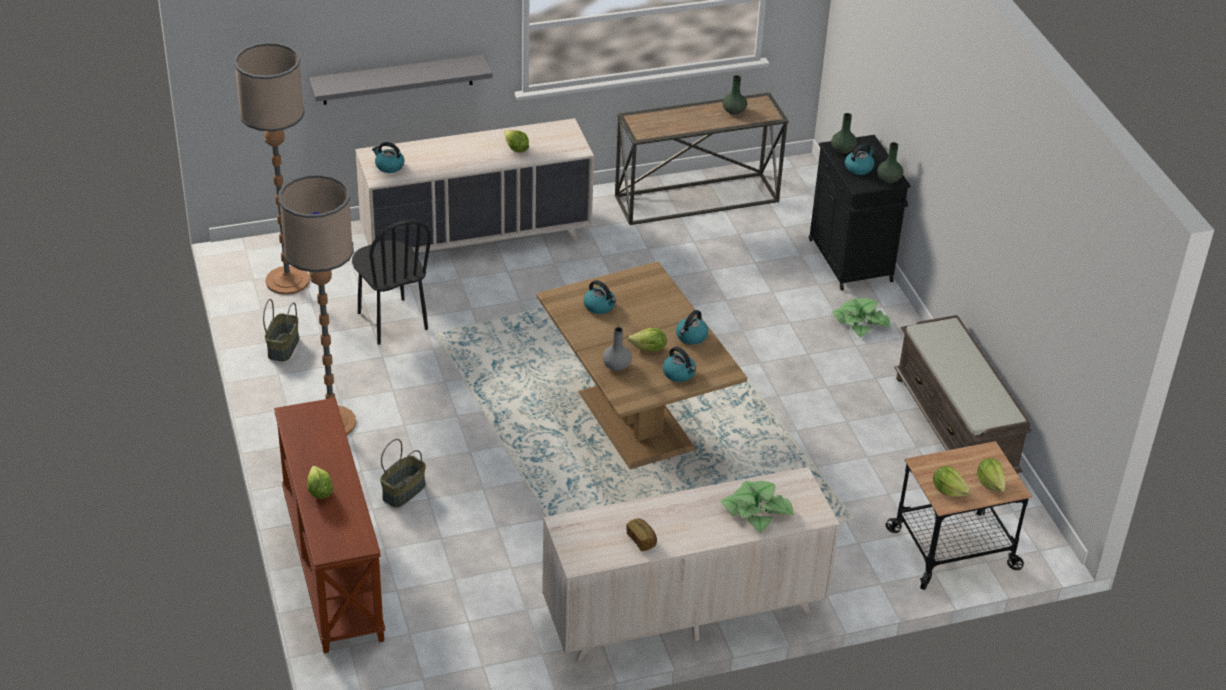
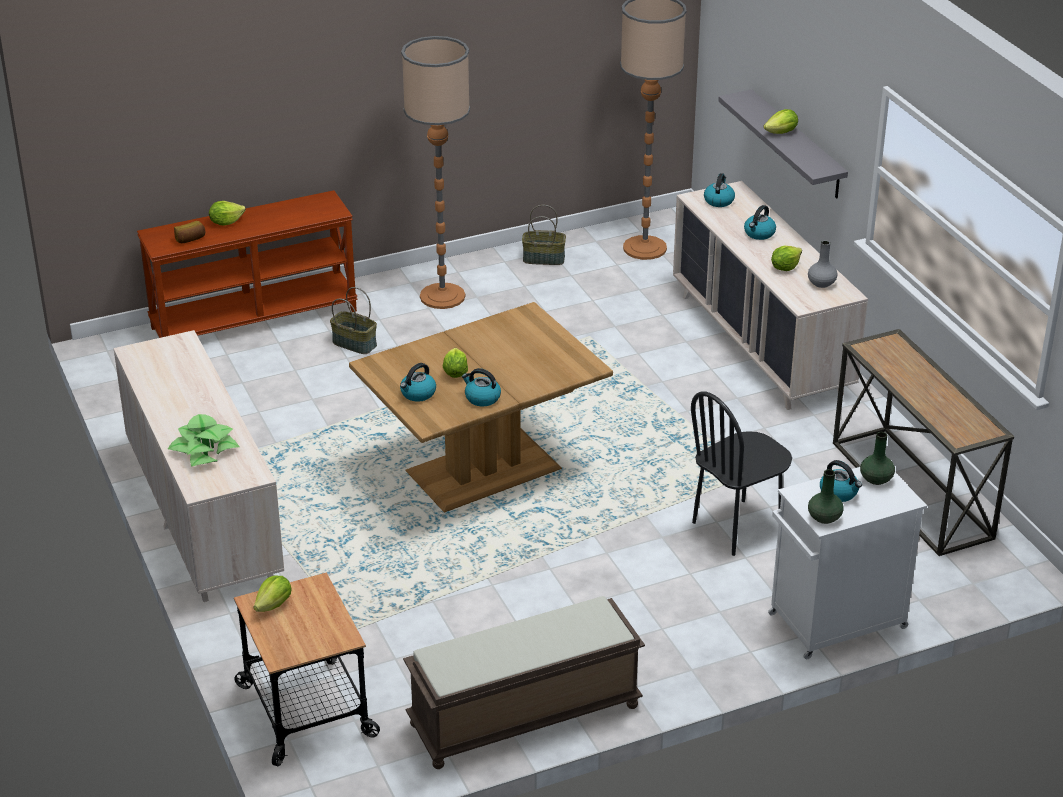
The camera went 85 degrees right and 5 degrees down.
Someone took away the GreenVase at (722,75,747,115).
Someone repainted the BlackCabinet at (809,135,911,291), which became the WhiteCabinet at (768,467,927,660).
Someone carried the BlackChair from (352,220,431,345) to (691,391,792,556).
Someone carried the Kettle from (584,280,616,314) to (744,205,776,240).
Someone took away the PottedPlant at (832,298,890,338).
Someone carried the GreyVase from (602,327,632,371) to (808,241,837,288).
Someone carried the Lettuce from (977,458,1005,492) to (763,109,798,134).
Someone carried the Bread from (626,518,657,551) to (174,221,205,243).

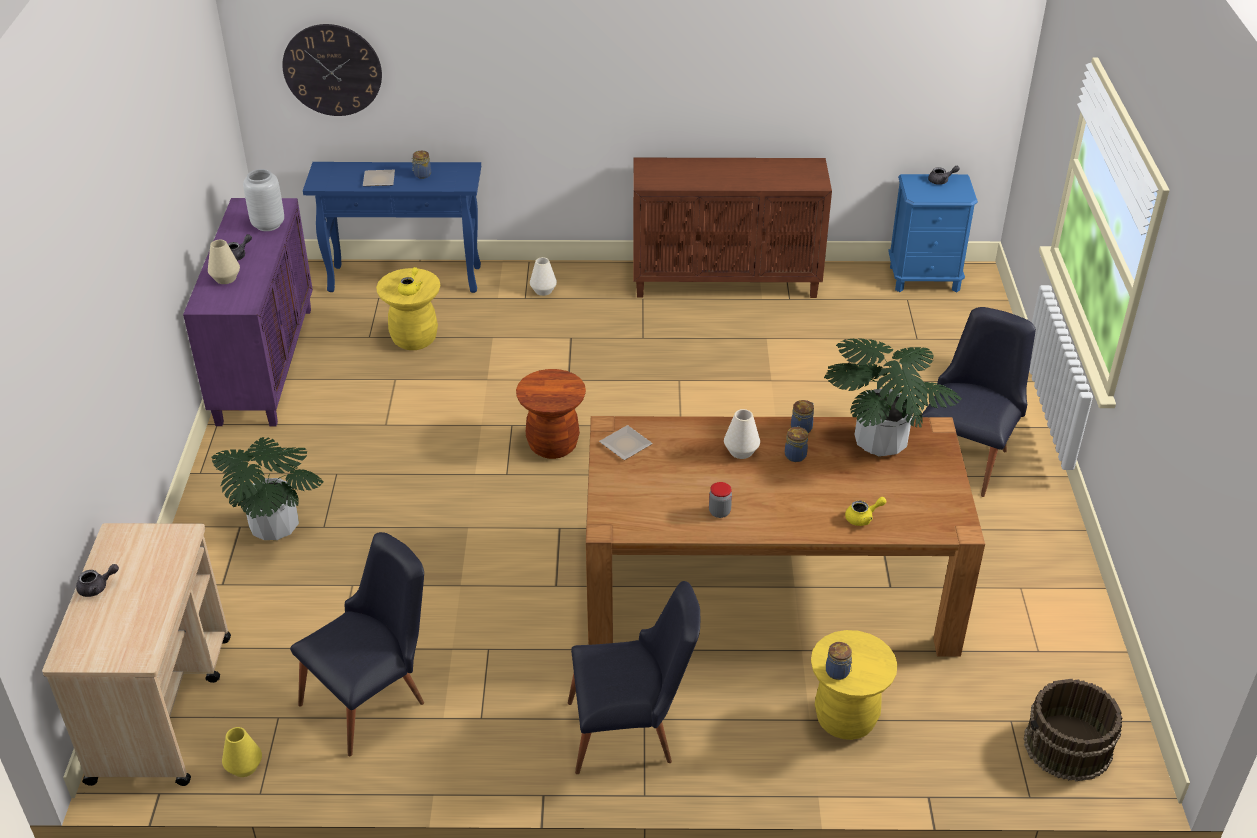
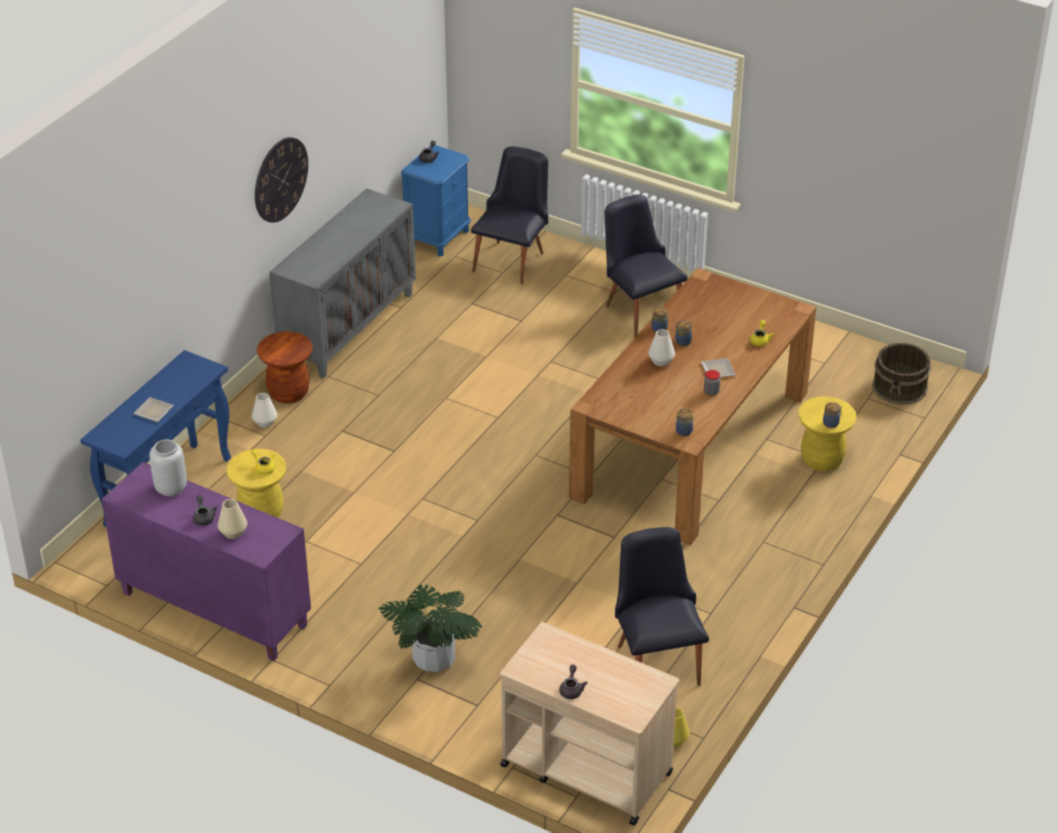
The camera went 60 degrees left and 0 degrees up.
Someone carried the WallClock from (282,24,382,116) to (255,137,308,223).
Someone carried the Jar from (412,151,431,179) to (676,409,693,436).
Someone repainted the BrownCabinet at (633,158,832,298), which became the GreyCabinet at (269,188,416,379).
Someone took away the PottedPlant at (824,339,962,457).
Someone carried the BrownStool from (516,369,586,459) to (257,331,313,404).
Someone carried the Plate from (599,425,653,460) to (701,358,736,377).
Someone carried the BlackChair from (568,581,700,774) to (471,146,548,284).

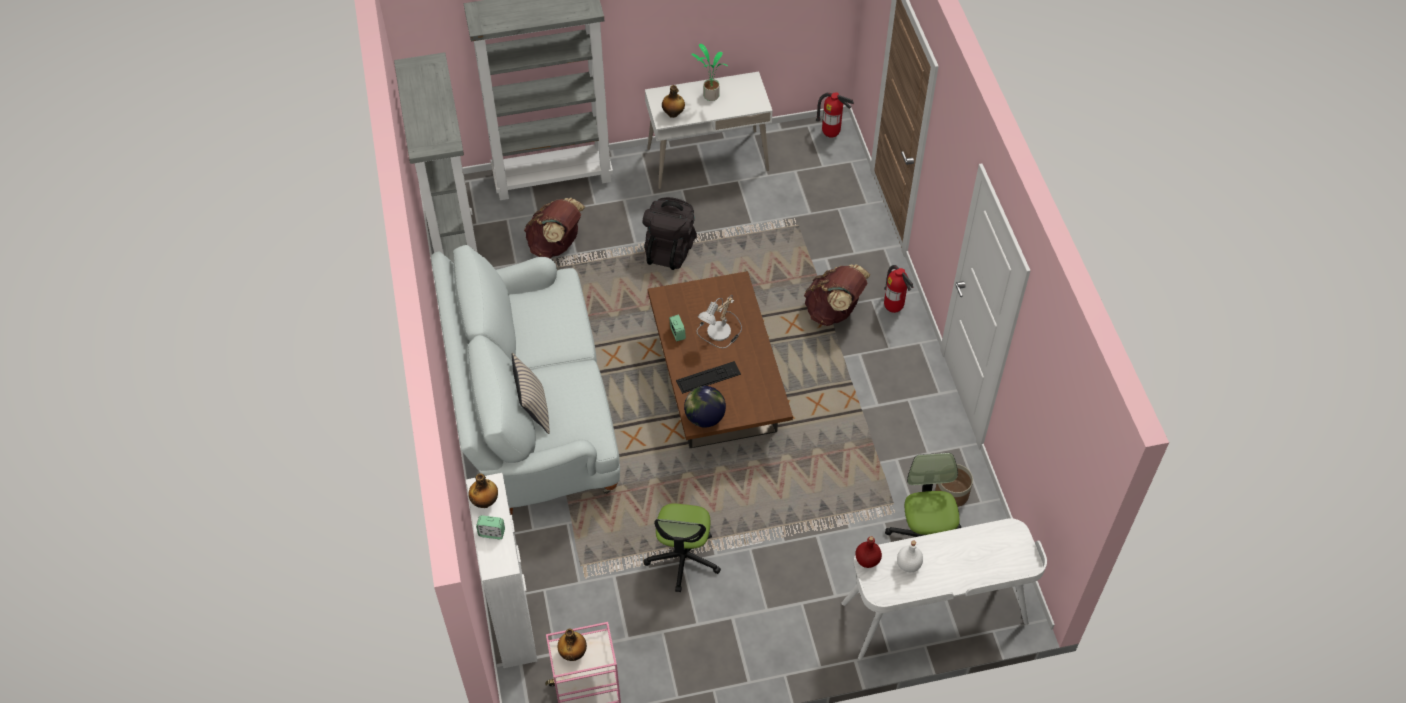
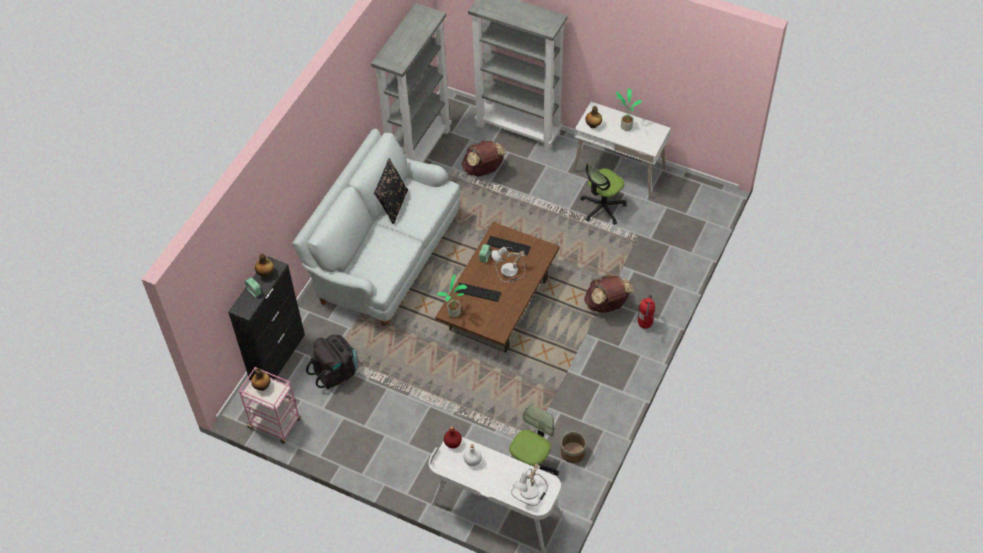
The camera went 40 degrees right and 0 degrees up.
Someone took away the FireExtinguisher at (816,92,854,138).
Someone carried the BlackBackpack from (643,197,697,270) to (306,334,358,389).
Someone took away the BeigePillow at (512,353,550,434).
Someone swapped the Globe at (684,386,726,428) for the PottedPlant at (437,274,467,317).
Someone repainted the WhiteCabinet at (466,473,537,668), which became the BlackCabinet at (228,257,305,381).
Someone carried the OfficeChair from (643,503,721,592) to (580,162,627,225).
Someone put down the BlackPillow at (374,158,408,224).
Someone put down the Keyboard at (487,236,531,256).
Someone put down the TableLamp at (511,462,548,506).

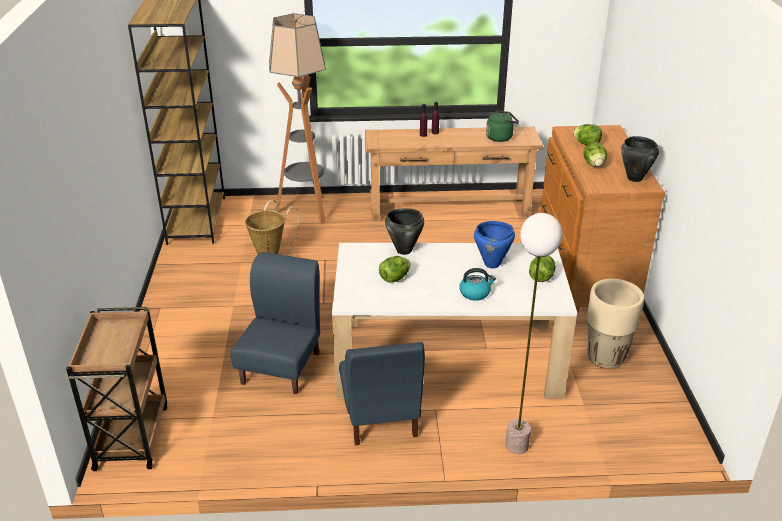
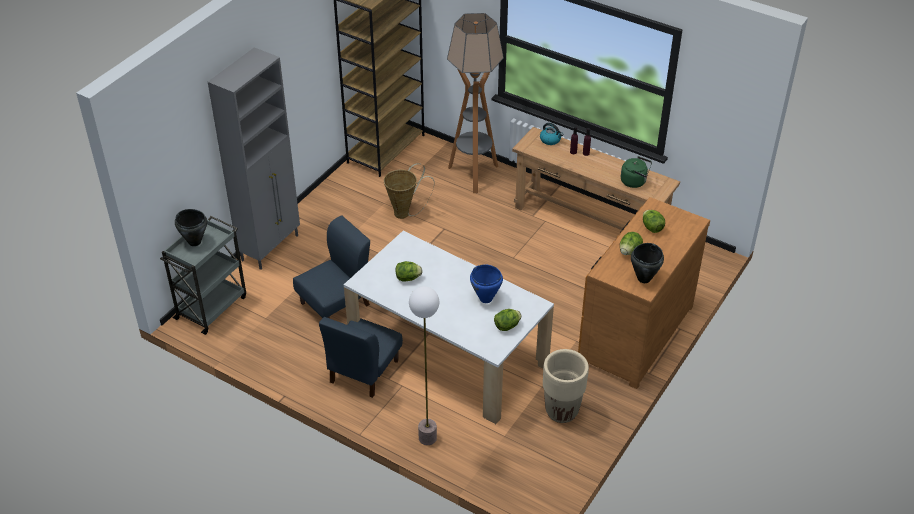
The camera went 35 degrees right and 10 degrees up.
Someone carried the BlackCookingPot from (385,208,424,255) to (175,209,207,246).
Someone carried the Kettle from (460,268,496,301) to (540,123,564,145).
Someone repainted the BrownCart at (66,307,167,471), which became the GreyCart at (160,216,246,335).
Someone put down the GreyCabinet at (208,47,300,270).

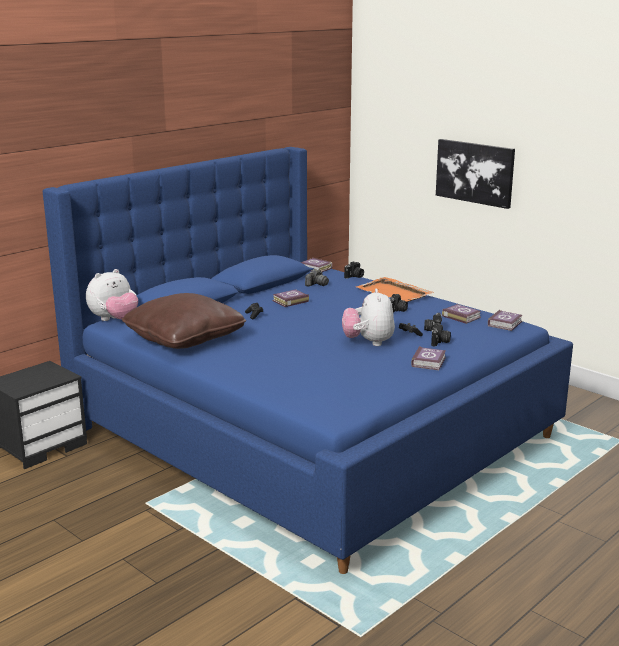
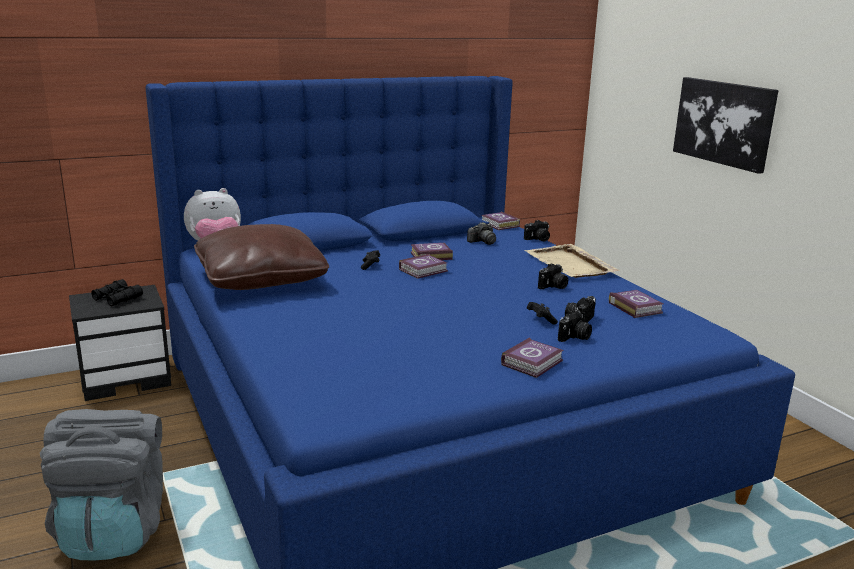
The camera went 20 degrees right and 0 degrees up.
Someone repainted the OrangeTray at (356,277,433,302), which became the BeigeTray at (525,244,620,278).
Someone took away the PlushToy at (342,288,395,346).
Someone carried the Book from (488,310,522,331) to (399,254,448,279).
Someone put down the BlackBinoculars at (91,279,143,306).
Someone put down the GreyBackpack at (40,409,163,560).

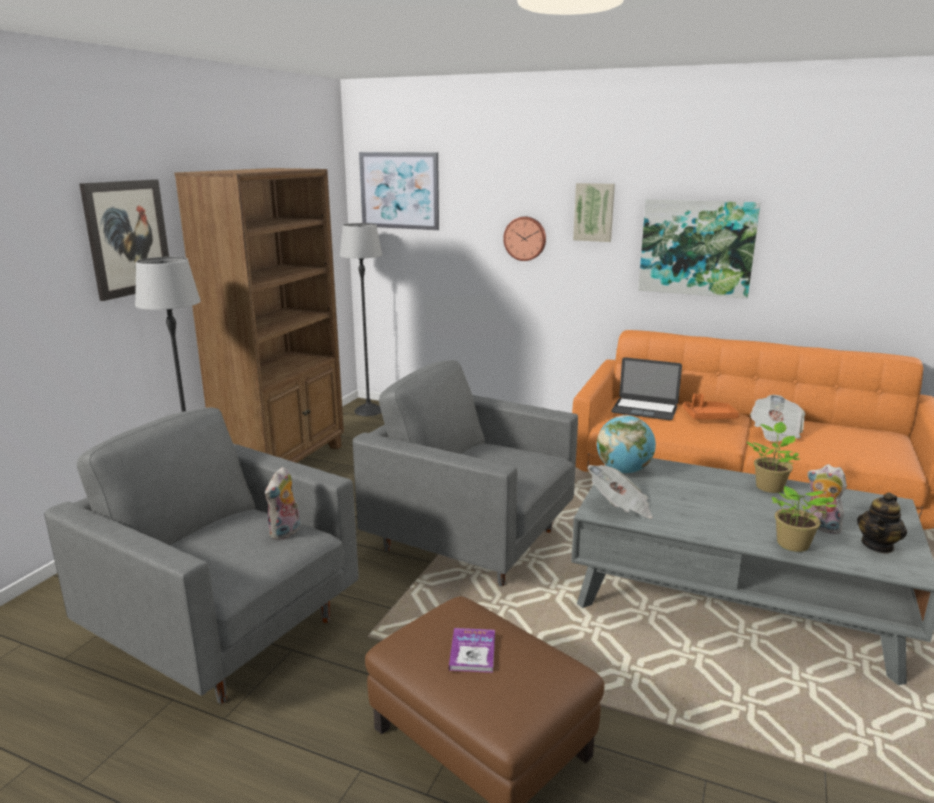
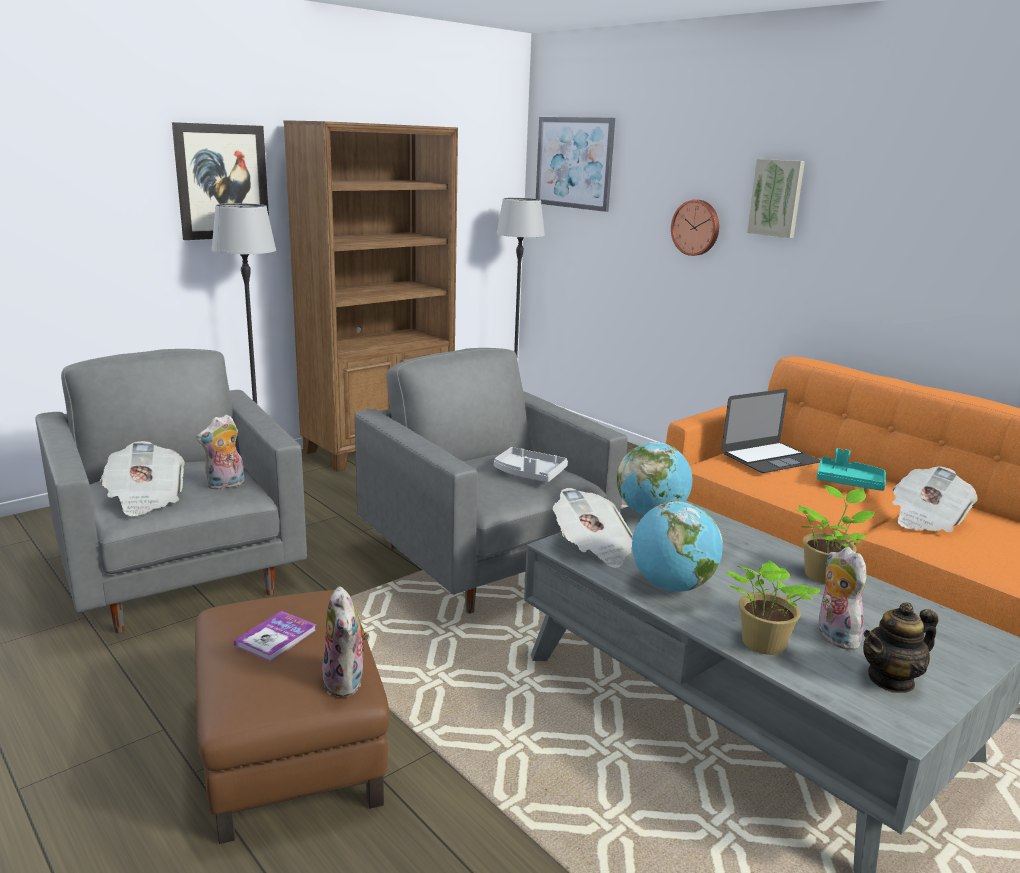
The camera went 25 degrees right and 0 degrees up.
Someone took away the Picture at (638,199,761,299).
Someone rotated the Laptop at (611,357,682,420) by 75 degrees counterclockwise.
Someone repainted the OrangeTray at (683,394,739,419), which became the TurquoiseTray at (817,448,886,491).
Someone put down the Newspaper at (100,441,185,516).
Someone put down the GreyTray at (494,447,568,482).
Someone put down the Globe at (632,501,723,592).
Someone put down the PlushToy at (322,586,369,697).

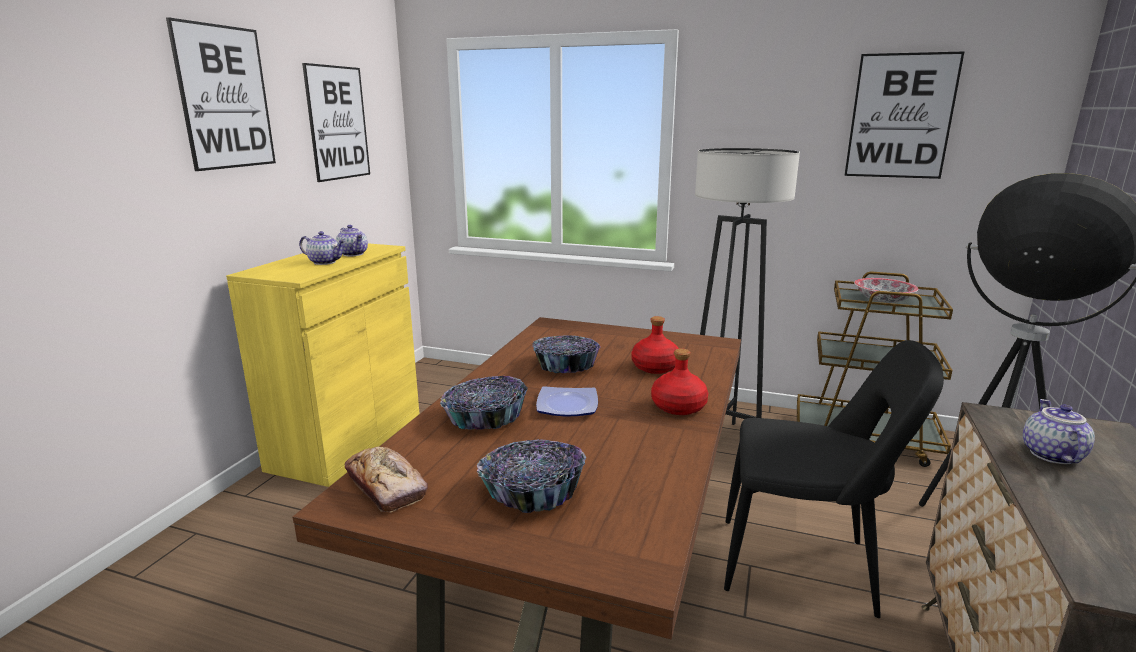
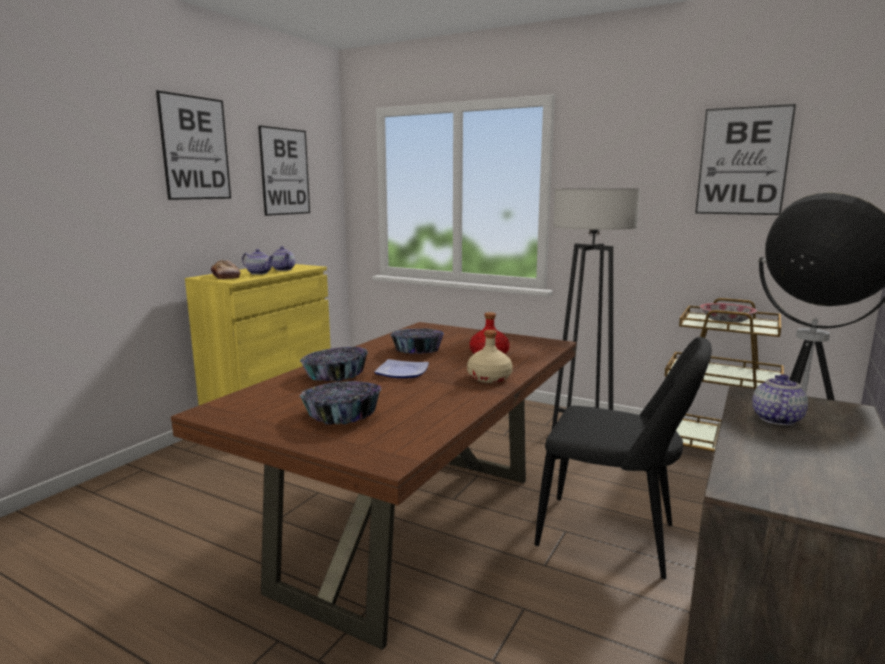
The camera went 10 degrees right and 5 degrees down.
Someone repainted the RedBottle at (651,348,708,415), which became the BeigeBottle at (467,330,513,383).
Someone carried the Bread from (345,447,428,512) to (211,260,241,279).

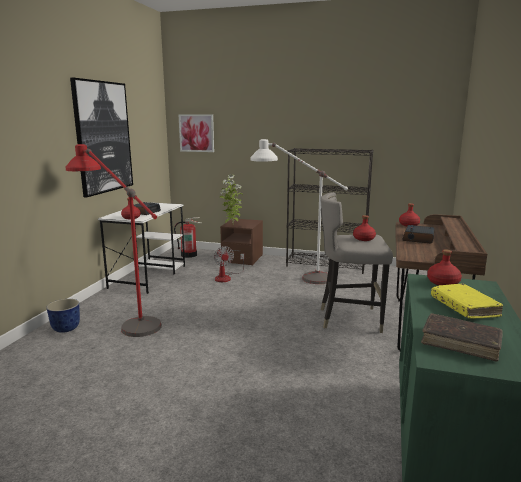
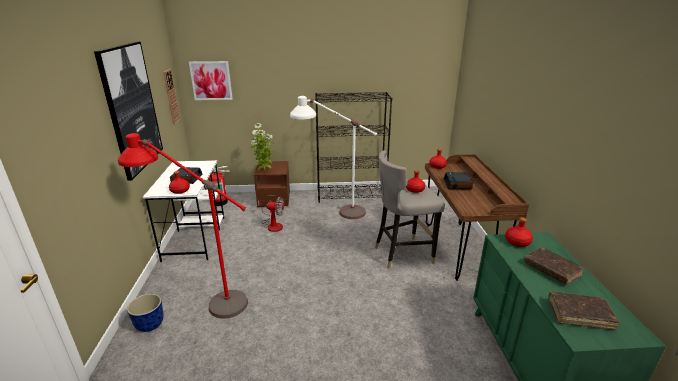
The camera went 20 degrees left and 10 degrees up.
Someone rotated the Fan at (214,246,244,282) by 45 degrees counterclockwise.
Someone repainted the YellowBook at (431,283,503,318), which became the BrownBook at (524,247,584,285).
Someone put up the WallClock at (163,69,180,125).

